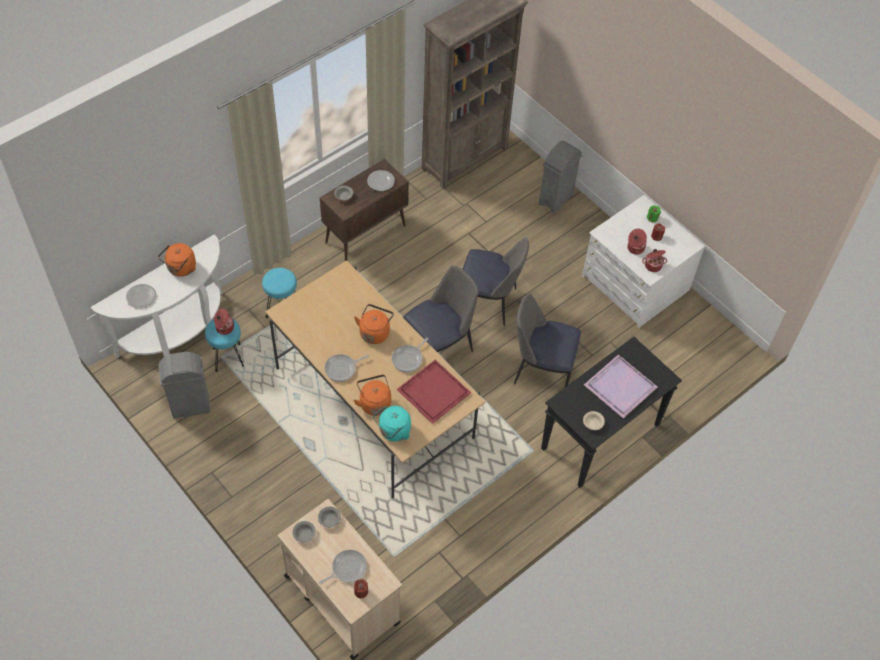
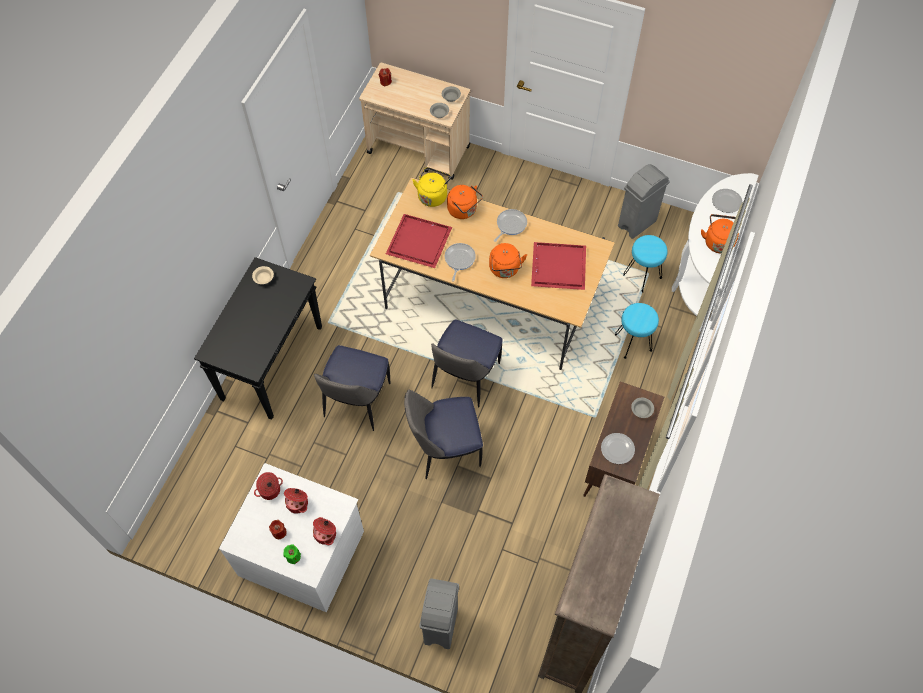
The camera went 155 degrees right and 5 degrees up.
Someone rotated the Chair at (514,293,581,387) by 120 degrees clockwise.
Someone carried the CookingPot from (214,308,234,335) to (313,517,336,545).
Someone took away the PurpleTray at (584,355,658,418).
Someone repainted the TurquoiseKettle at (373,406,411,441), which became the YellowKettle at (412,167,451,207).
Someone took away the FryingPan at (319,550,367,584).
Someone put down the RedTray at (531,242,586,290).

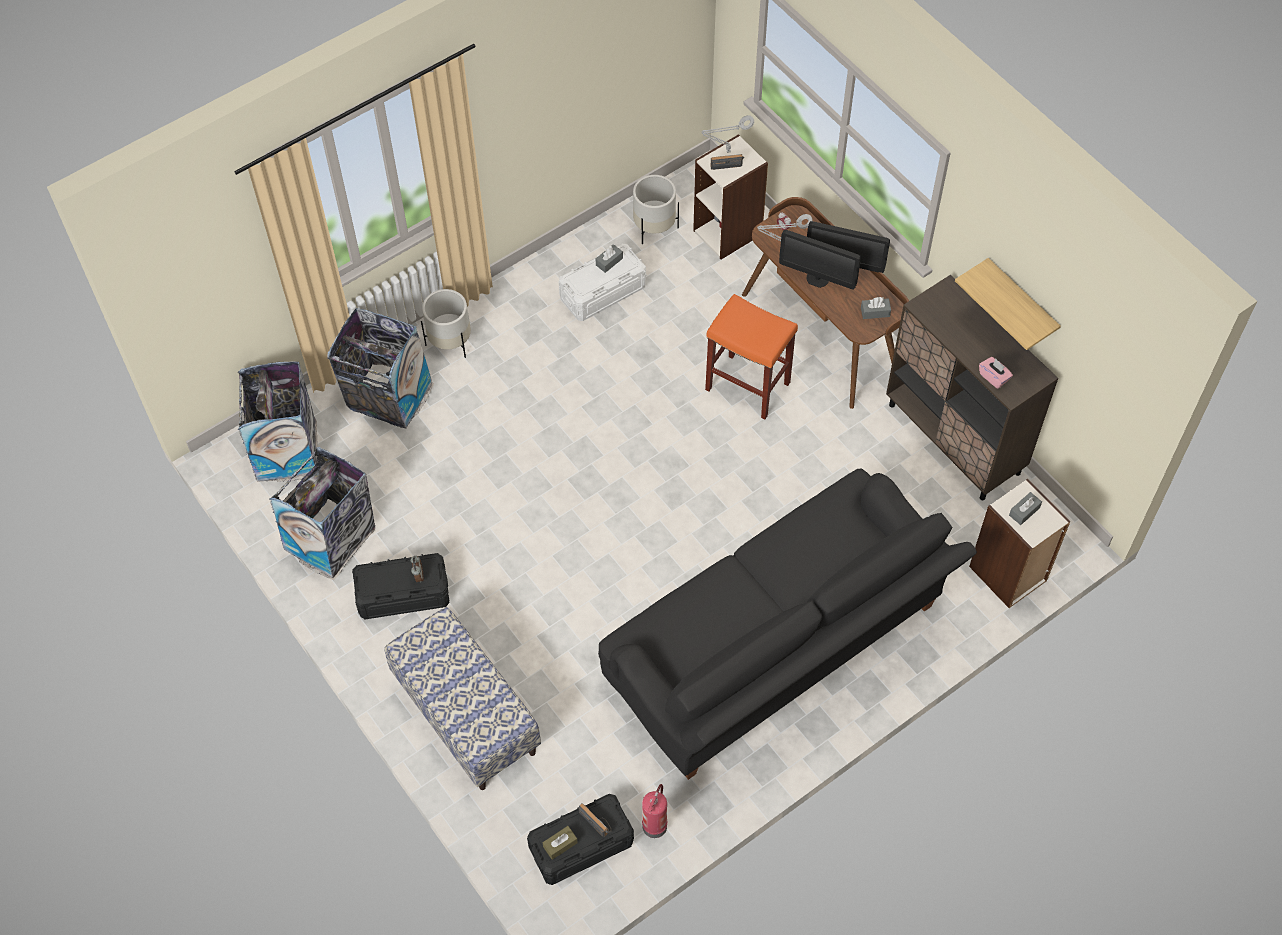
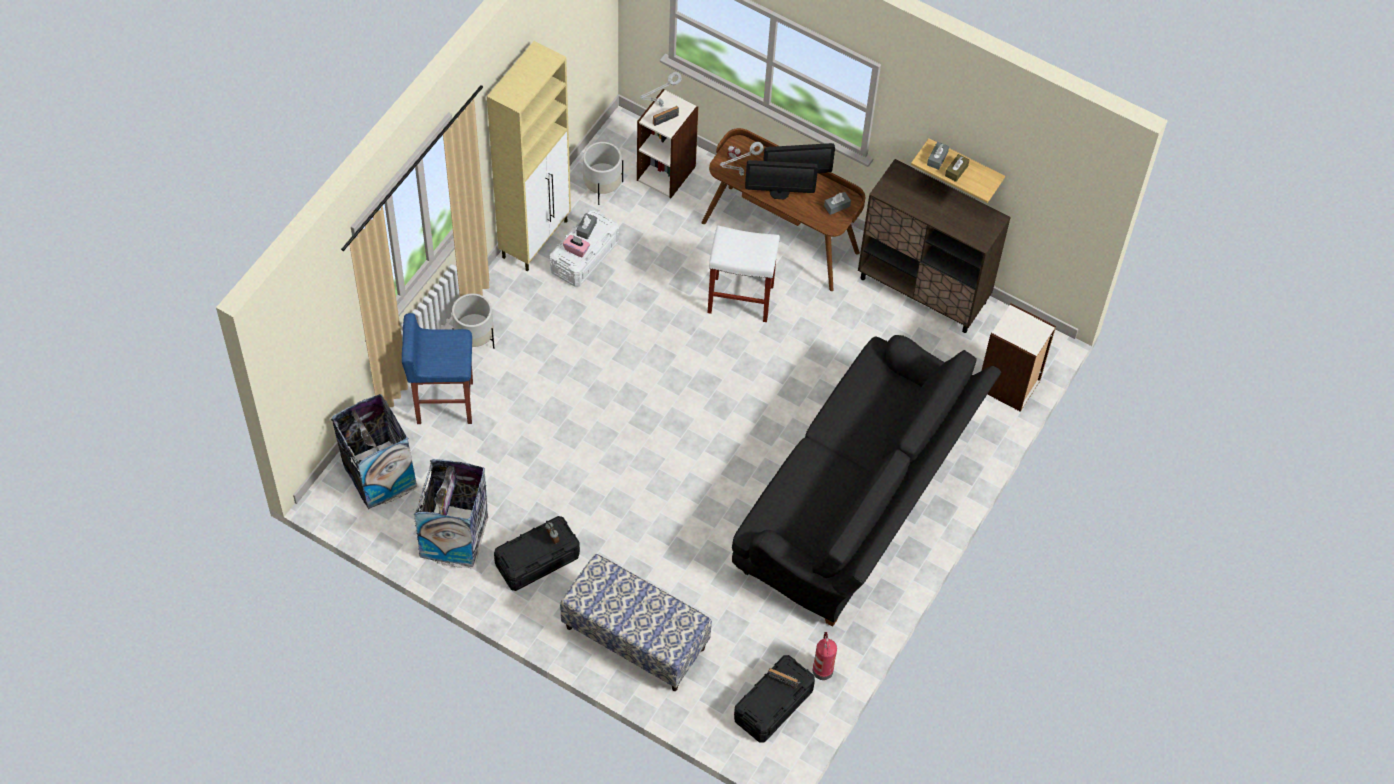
The camera went 25 degrees left and 0 degrees up.
Someone repainted the OrangeStool at (705,294,798,420), which became the WhiteStool at (708,225,780,322).
Someone swapped the TrashCan at (327,308,434,429) for the BlueStool at (402,313,473,424).
Someone carried the PinkTissueBox from (979,357,1013,389) to (563,235,590,257).
Someone carried the GreyTissueBox from (1009,492,1042,525) to (927,142,949,170).
Someone carried the BrownTissueBox from (543,826,578,860) to (945,154,969,182).
Someone put down the BeigeCabinet at (487,41,571,272).

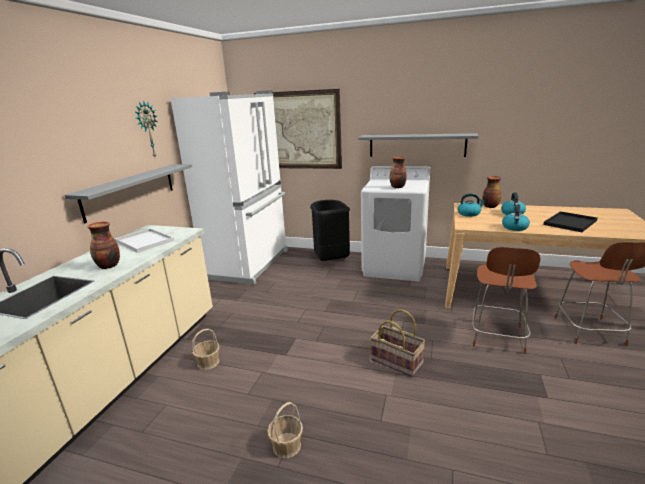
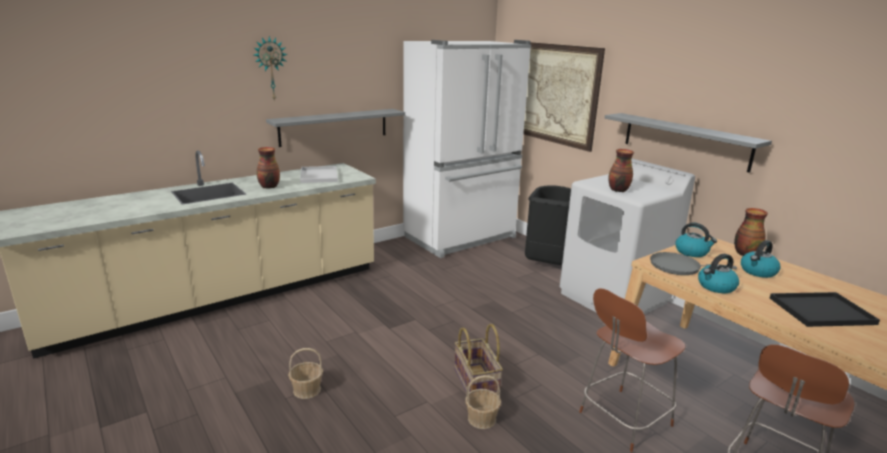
The camera went 35 degrees right and 0 degrees up.
Someone carried the WallClock from (136,100,157,157) to (254,36,288,101).
Someone carried the Basket from (191,329,220,370) to (465,375,501,429).
Someone put down the GreyFryingPan at (650,252,737,275).

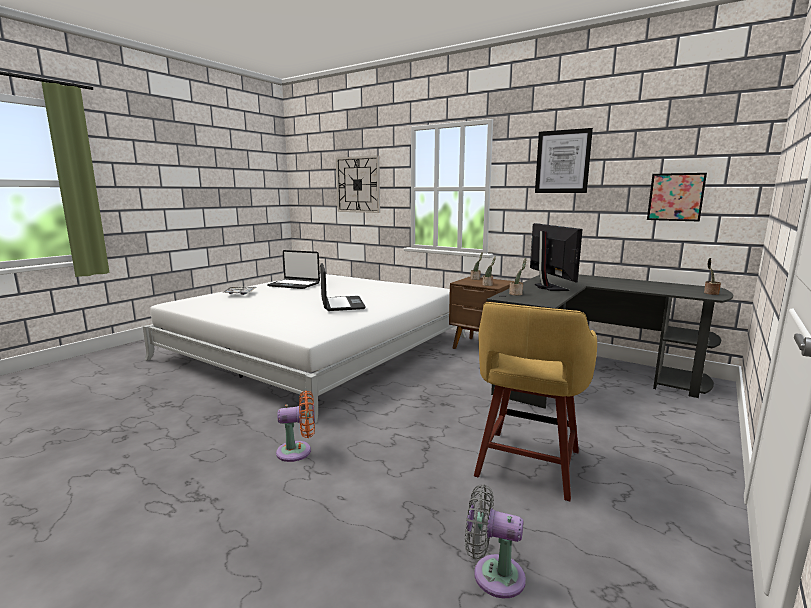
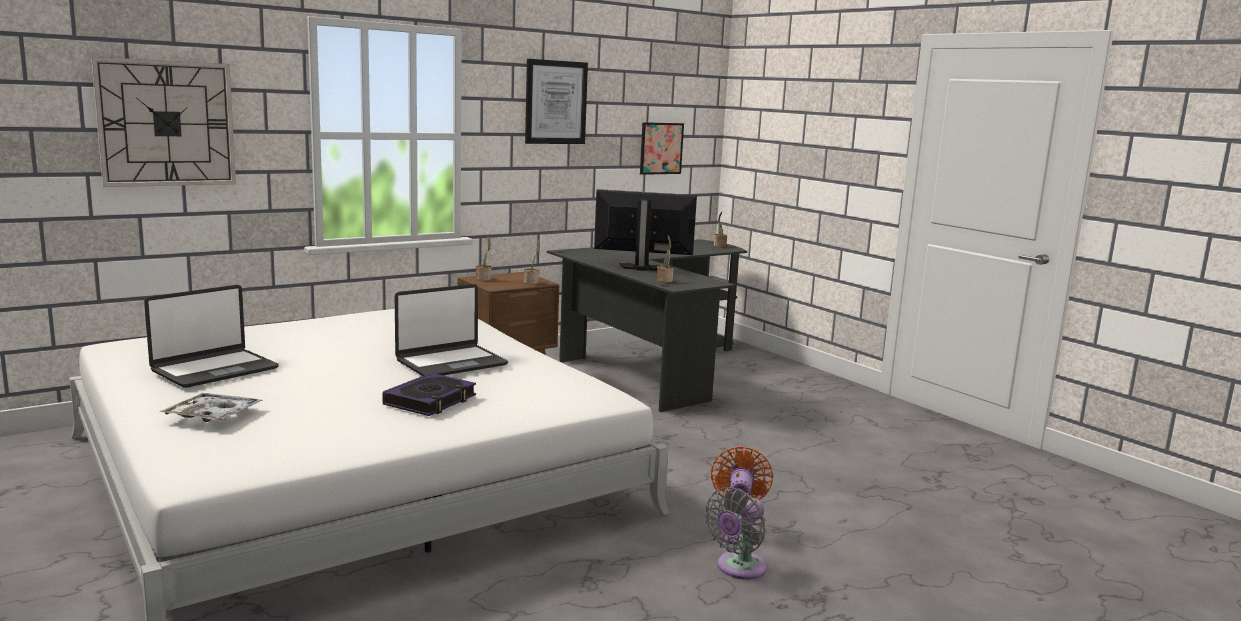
The camera went 70 degrees left and 0 degrees up.
Someone rotated the Laptop at (320,263,366,311) by 135 degrees clockwise.
Someone took away the YellowStool at (474,302,597,501).
Someone carried the GreyFan from (465,484,526,598) to (705,487,767,580).
Someone put down the Book at (382,373,476,416).

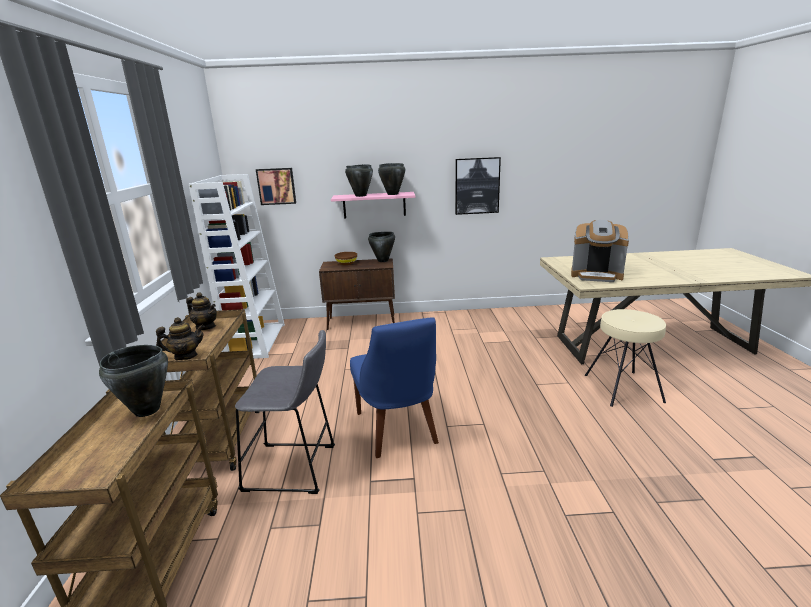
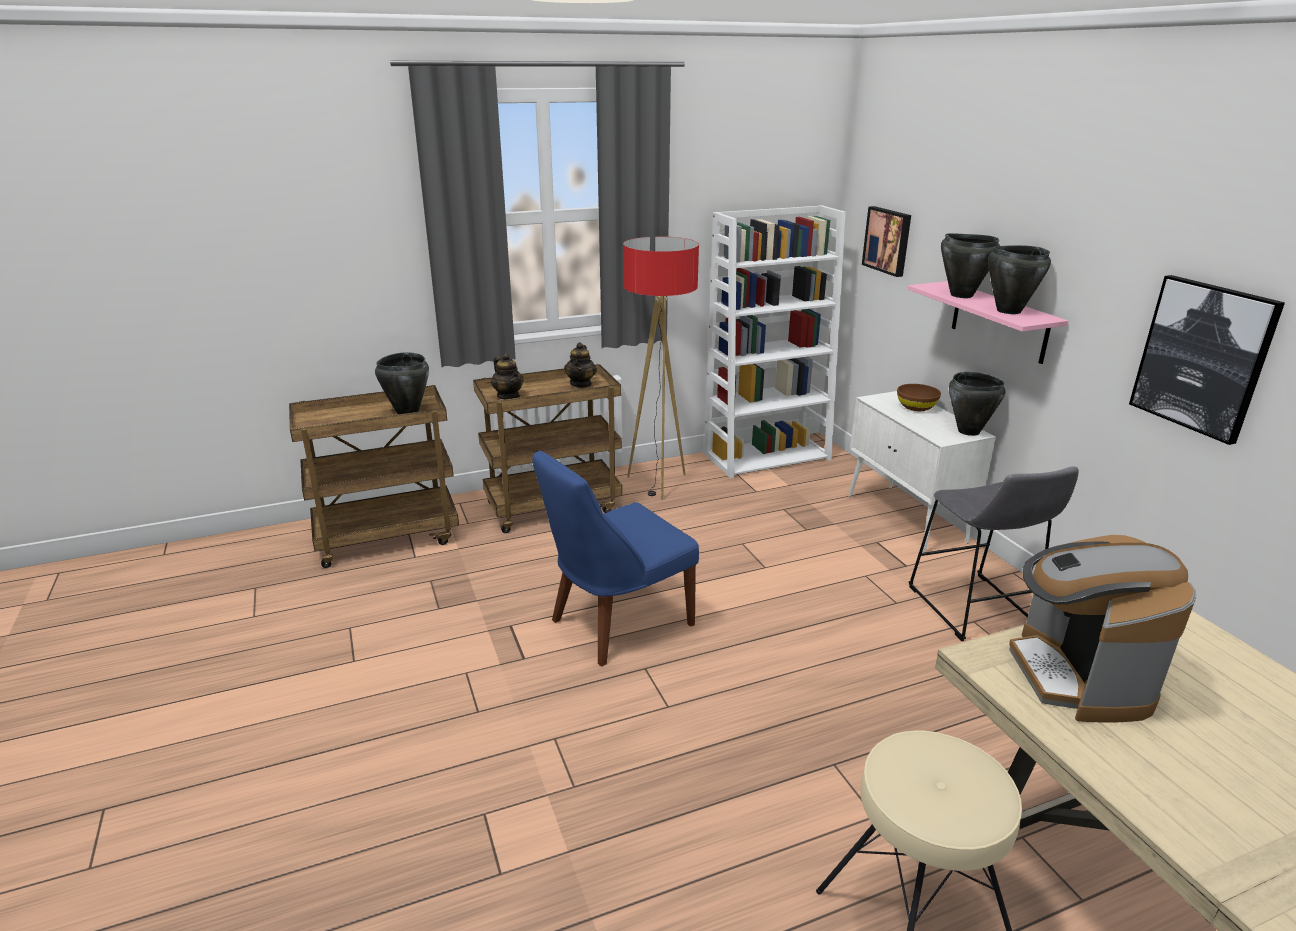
The camera went 70 degrees right and 5 degrees up.
Someone repainted the BrownCabinet at (319,258,395,330), which became the WhiteCabinet at (848,391,996,553).
Someone carried the GreyStool from (235,330,335,494) to (909,466,1079,641).
Someone put down the FloorLamp at (623,236,699,499).

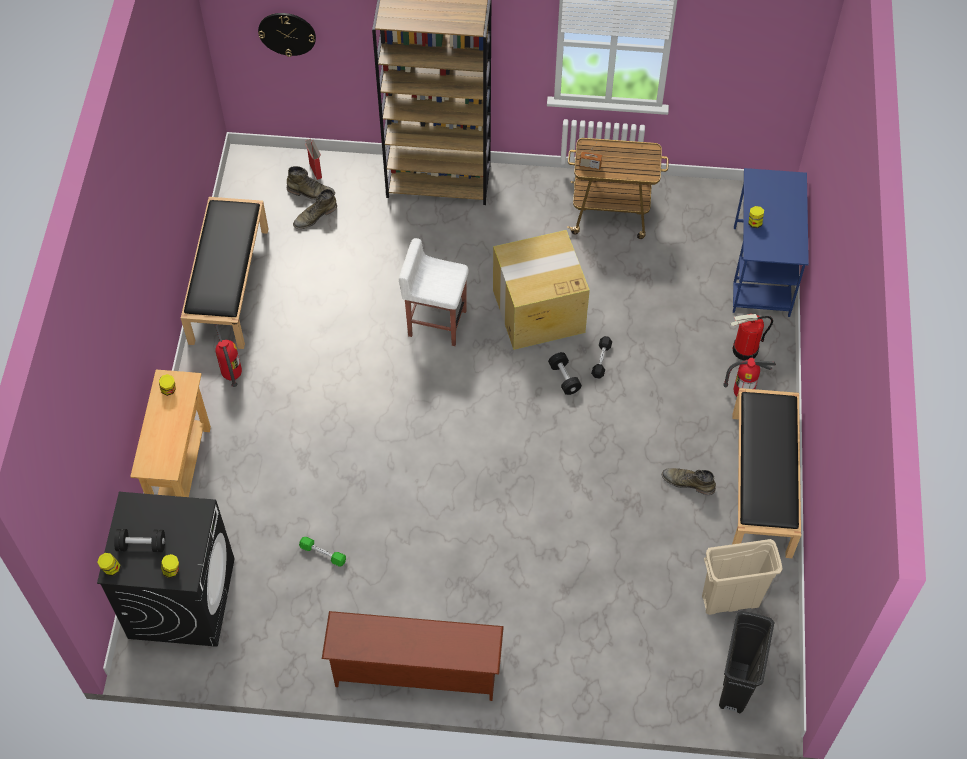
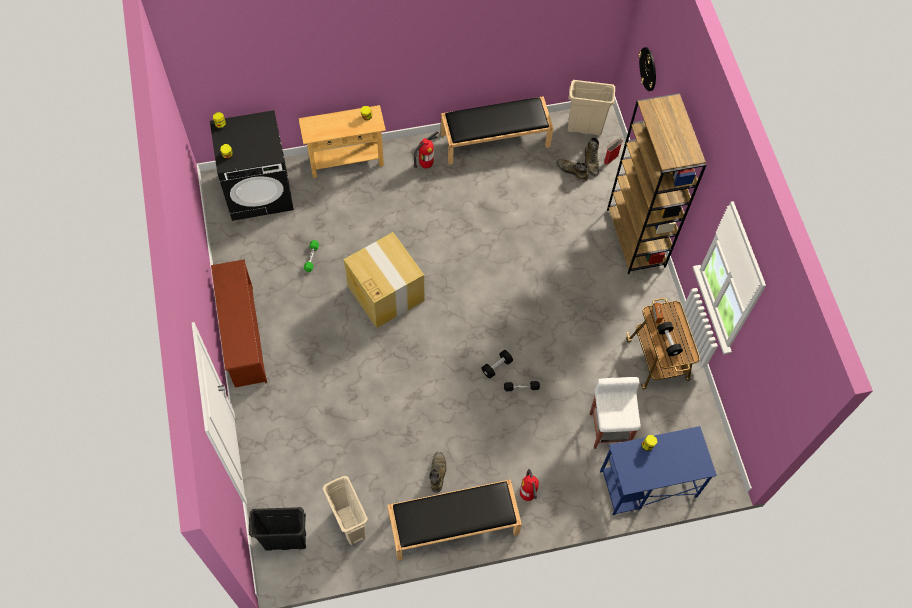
The camera went 70 degrees right and 5 degrees up.
Someone carried the CardboardBox from (493,230,590,350) to (344,232,424,328).
Someone carried the WhiteStool from (399,238,469,346) to (590,377,640,449).
Someone took away the FireExtinguisher at (730,314,773,360).
Someone carried the BlackDumbbell from (114,529,165,552) to (657,322,683,356).
Someone put down the BeigeTrashCan at (567,80,615,135).

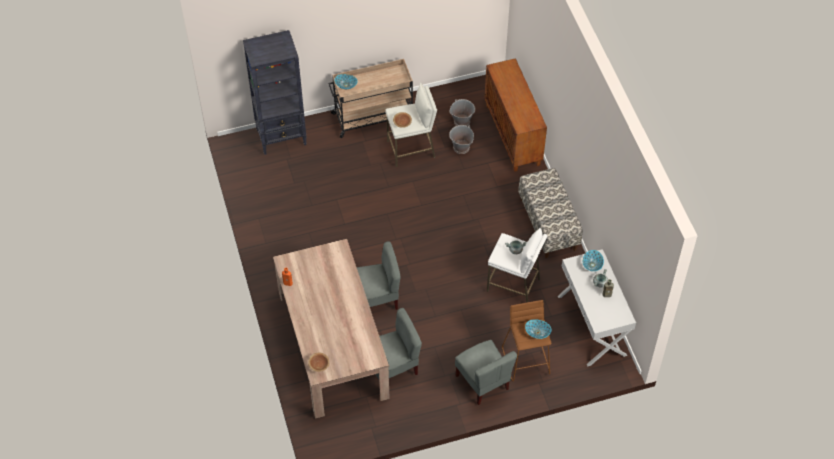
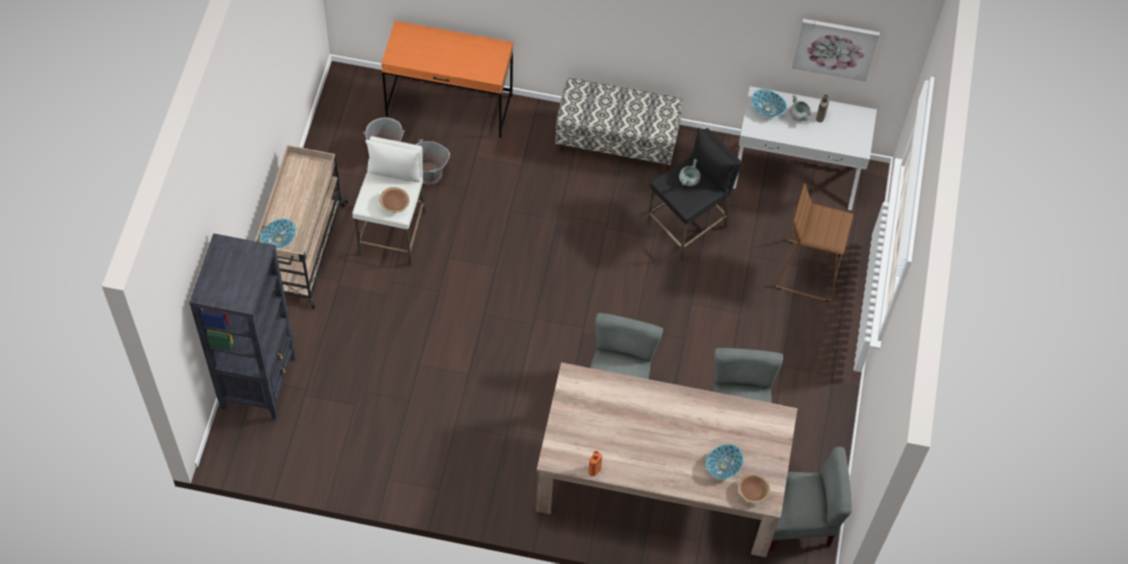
The camera went 65 degrees left and 5 degrees up.
Someone swapped the BrownCabinet at (484,58,547,172) for the OrangeDesk at (381,21,513,138).
Someone repainted the WhiteStool at (487,228,547,303), which became the BlackStool at (646,128,742,261).
Someone carried the Bowl from (525,319,551,339) to (706,444,744,479).
Someone carried the GreyChair from (455,340,517,405) to (769,447,852,551).
Someone put up the Picture at (792,18,880,82).

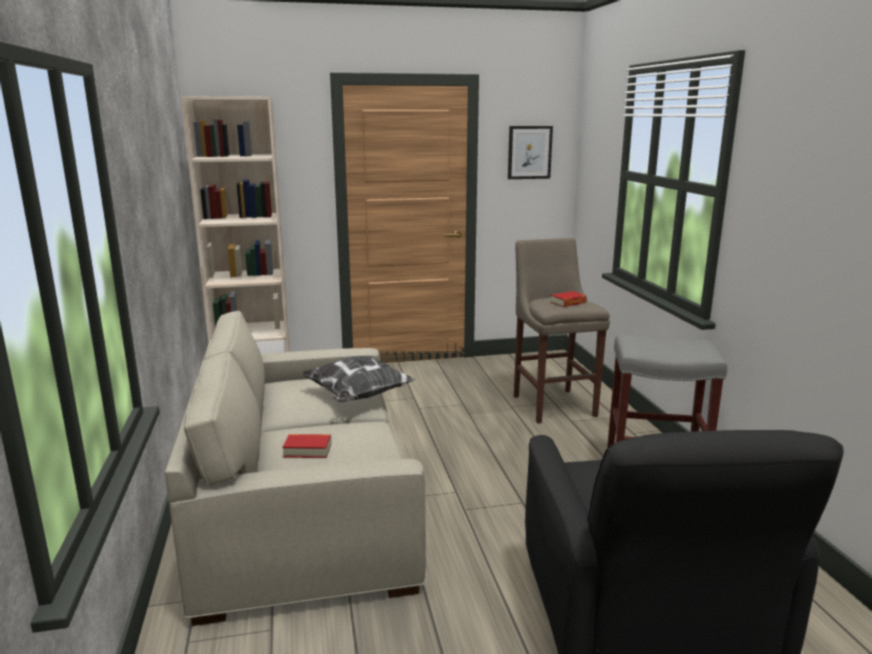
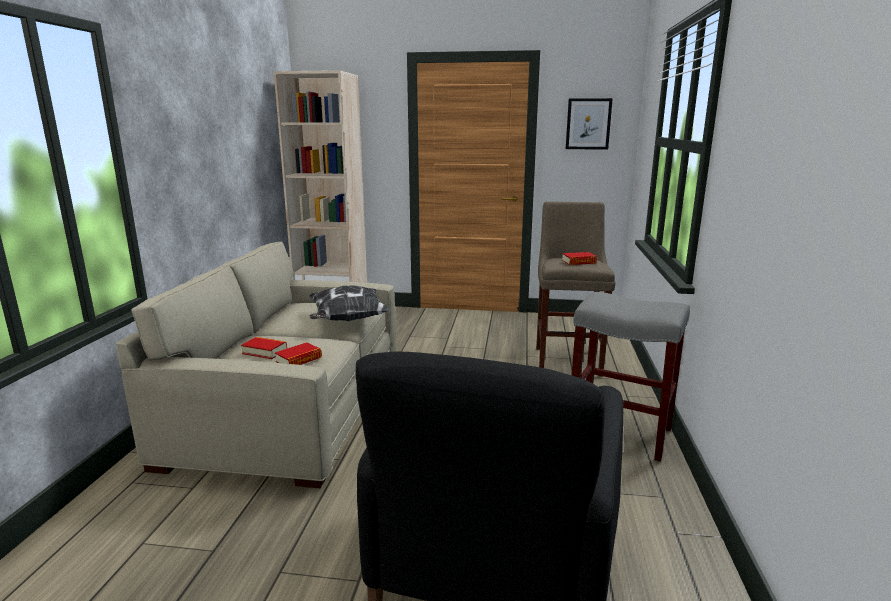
The camera went 20 degrees right and 0 degrees up.
Someone put down the Book at (275,342,322,365).

